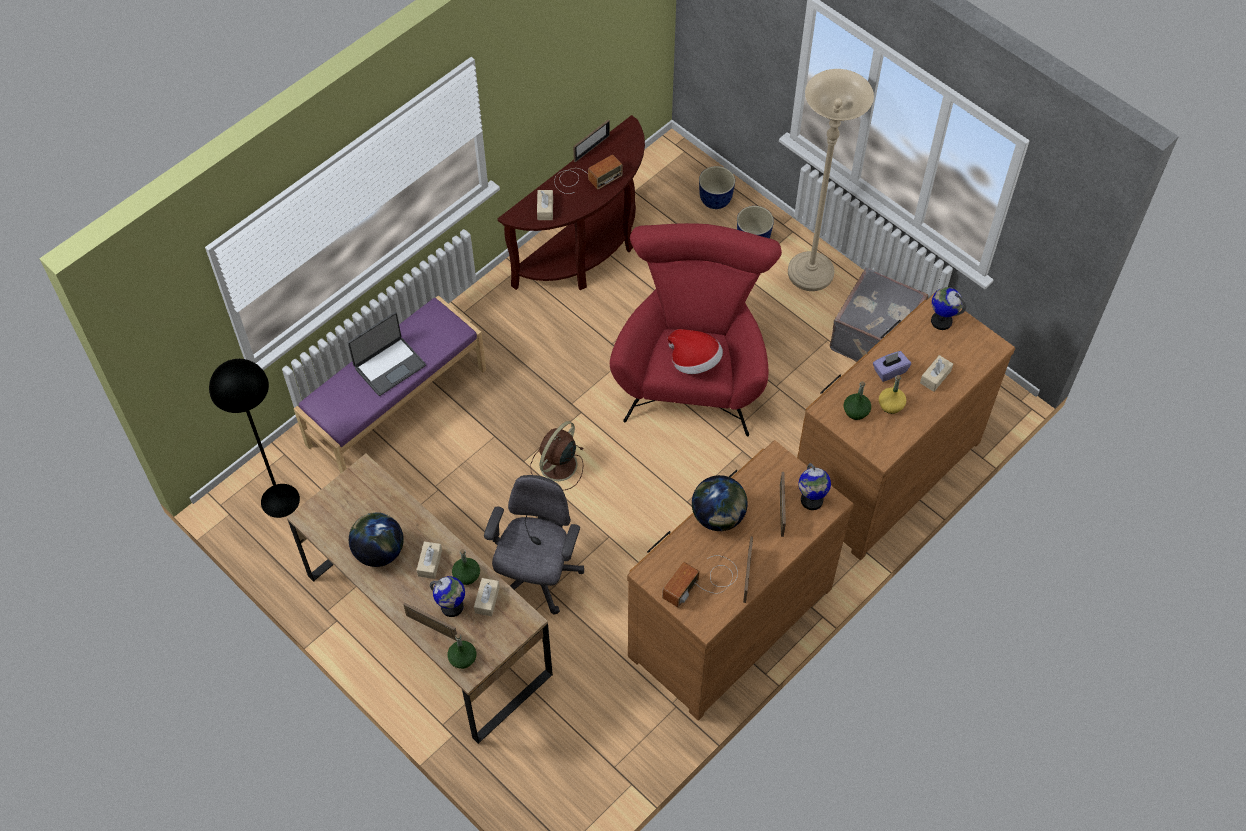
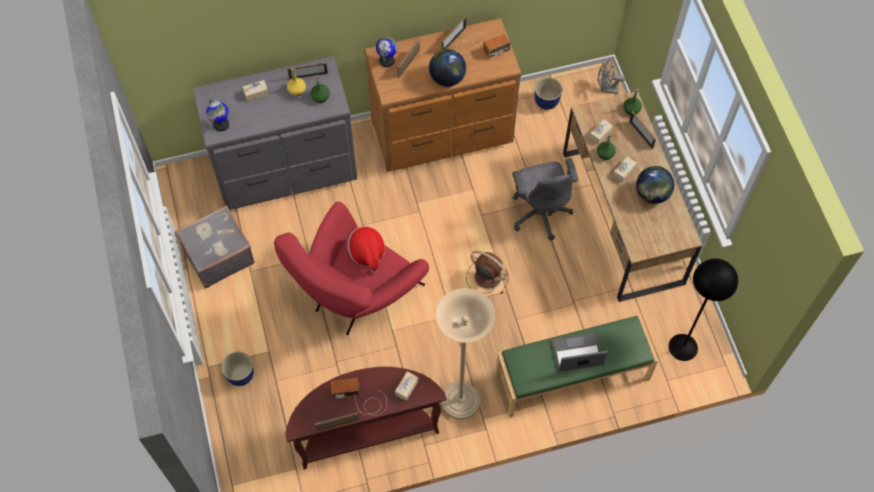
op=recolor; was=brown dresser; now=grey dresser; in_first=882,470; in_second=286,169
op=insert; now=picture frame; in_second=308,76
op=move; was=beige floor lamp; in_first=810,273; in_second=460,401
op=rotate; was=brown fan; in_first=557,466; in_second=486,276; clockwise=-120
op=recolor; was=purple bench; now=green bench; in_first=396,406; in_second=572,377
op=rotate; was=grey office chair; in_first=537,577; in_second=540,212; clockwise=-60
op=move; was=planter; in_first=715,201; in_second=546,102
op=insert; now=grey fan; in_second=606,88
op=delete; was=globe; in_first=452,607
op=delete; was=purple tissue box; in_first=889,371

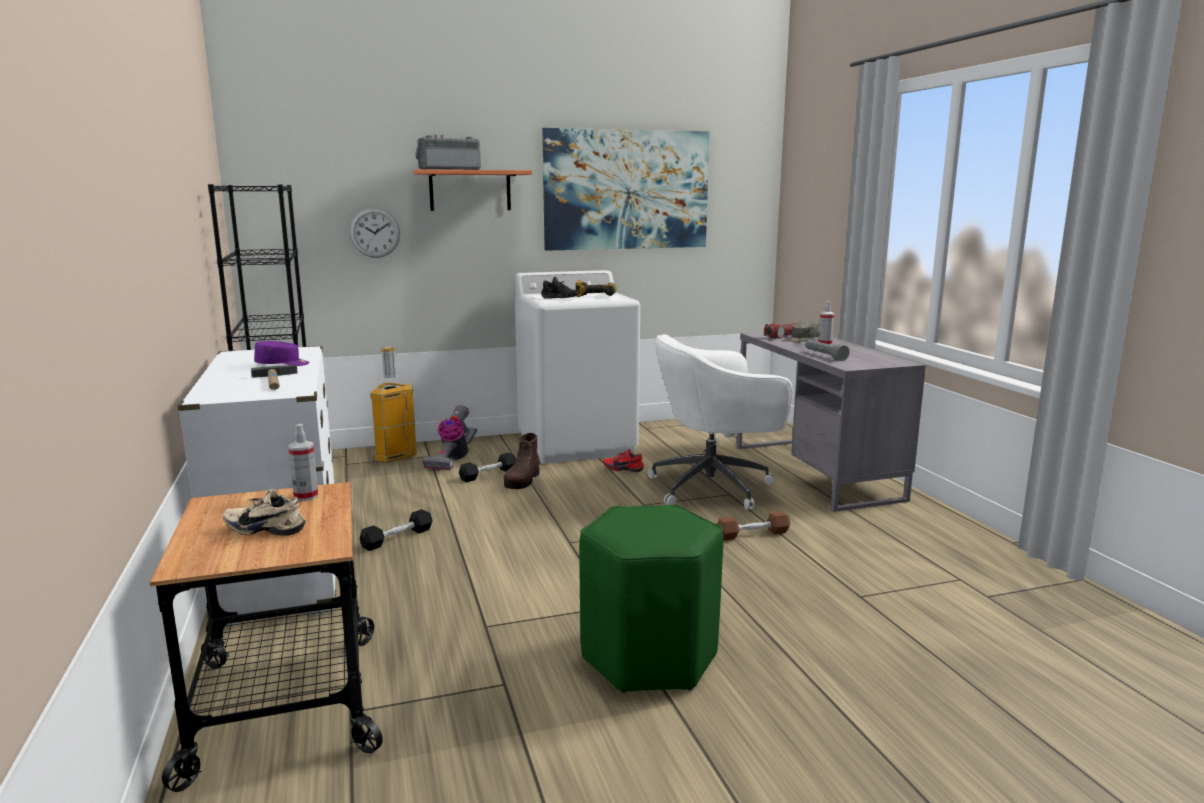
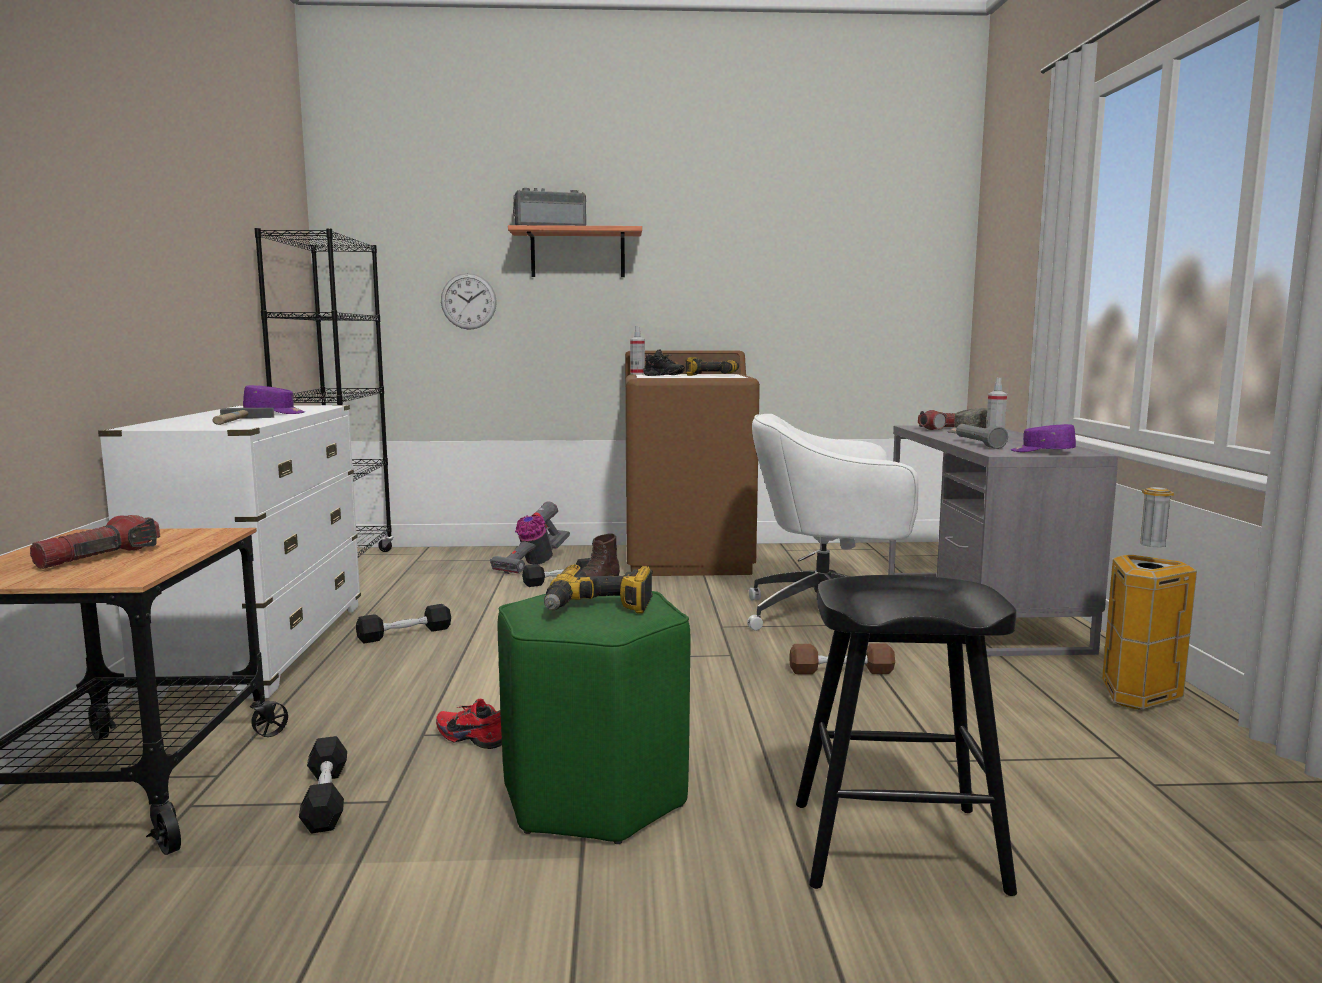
op=replace; was=beige shoe; now=flashlight; in_first=266,529; in_second=99,557
op=insert; now=black dumbbell; in_second=326,798
op=move; was=red shoe; in_first=623,469; in_second=473,737
op=insert; now=power drill; in_second=598,608
op=recolor; was=white washing machine; now=brown washing machine; in_first=577,444; in_second=688,560
op=move; was=spray bottle; in_first=306,496; in_second=637,374
op=insert; now=black stool; in_second=896,846
op=insert; now=purple cap; in_second=1042,451
op=move; was=trash can; in_first=394,457; in_second=1136,697
op=delete; was=picture; in_first=627,190

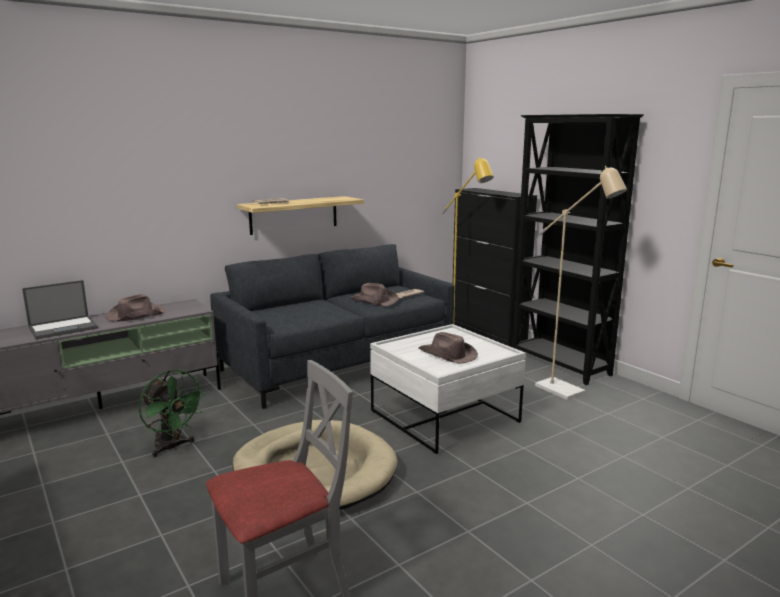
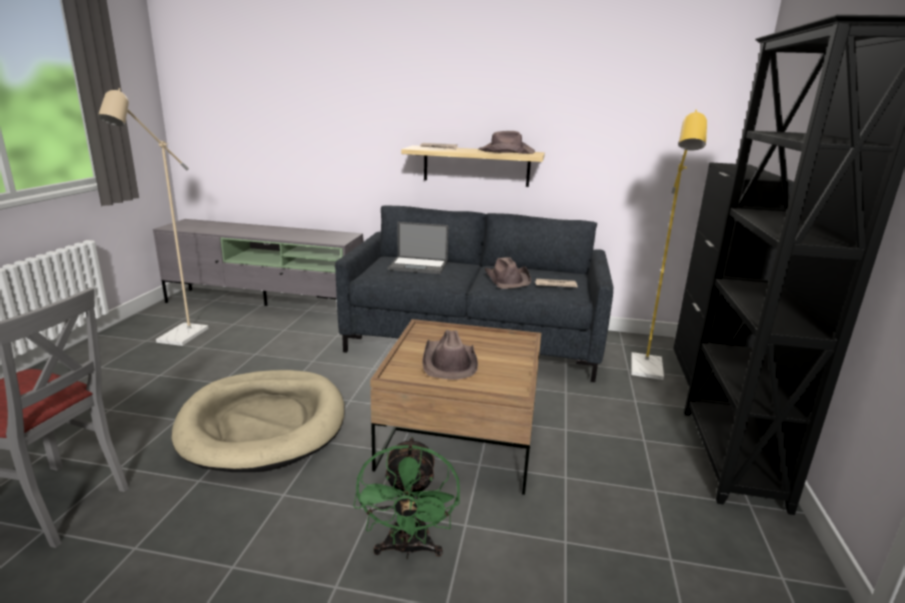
op=move; was=beige floor lamp; in_first=566,392; in_second=177,339
op=move; was=green fan; in_first=172,447; in_second=408,549
op=recolor; was=white coffee table; now=brown coffee table; in_first=444,416; in_second=460,439
op=move; was=laptop; in_first=64,328; in_second=419,266
op=move; was=brown hat; in_first=135,315; in_second=505,151

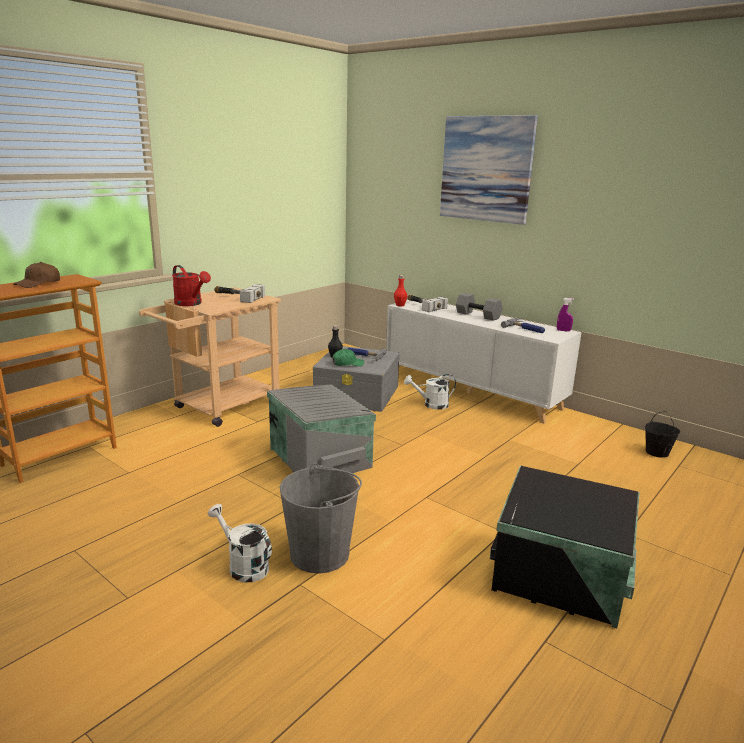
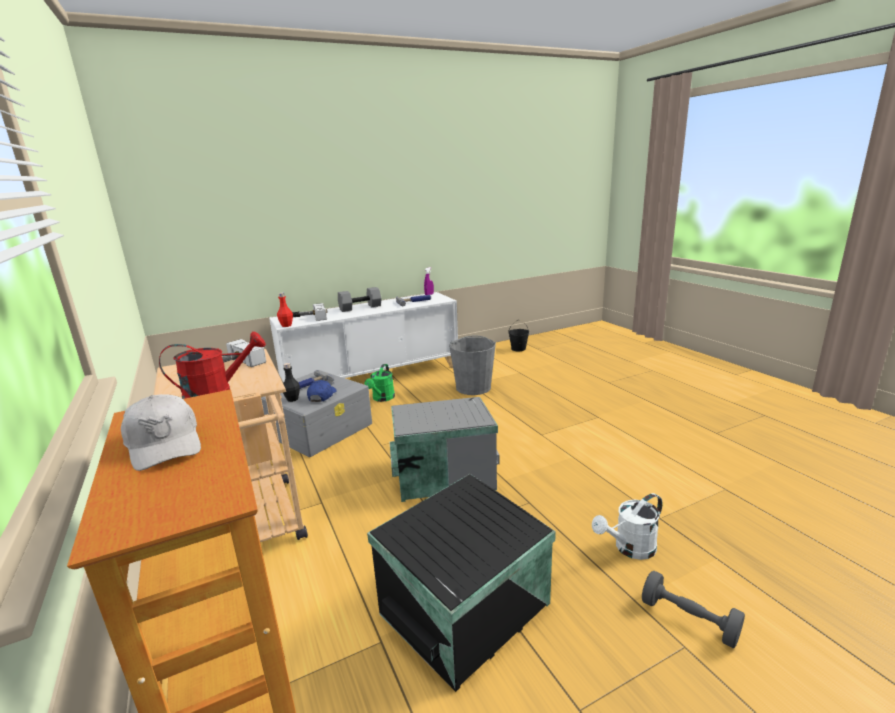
op=recolor; was=brown cap; now=white cap; in_first=38,283; in_second=165,444
op=recolor; was=green cap; now=blue cap; in_first=347,363; in_second=322,396
op=recolor; was=white watering can; now=green watering can; in_first=431,405; in_second=382,398
op=move; was=black storage box; in_first=560,579; in_second=468,609
op=move; was=grey bucket; in_first=320,554; in_second=473,387
op=insert; now=grey dumbbell; in_second=689,620
op=delete; was=picture; in_first=486,169

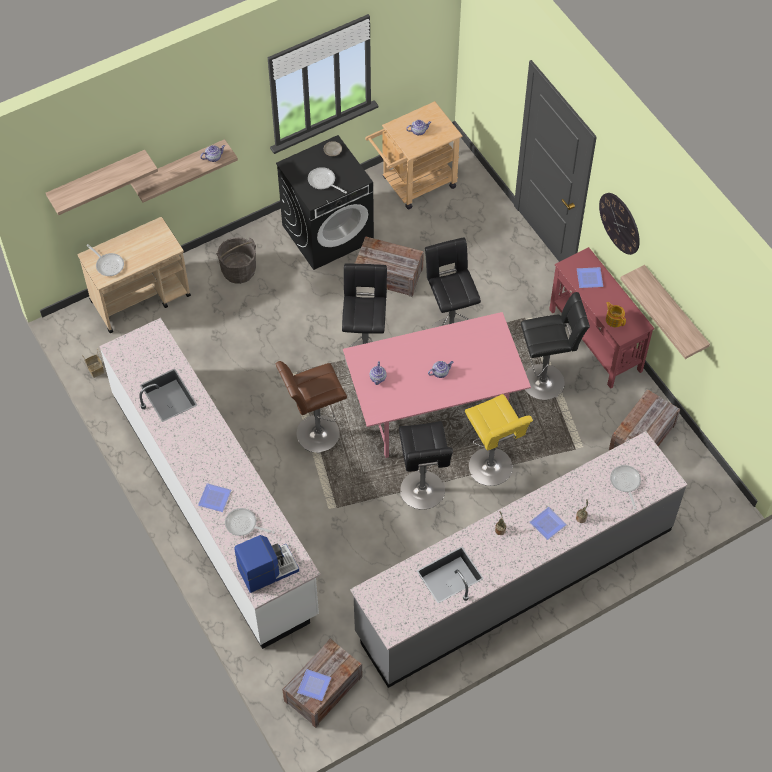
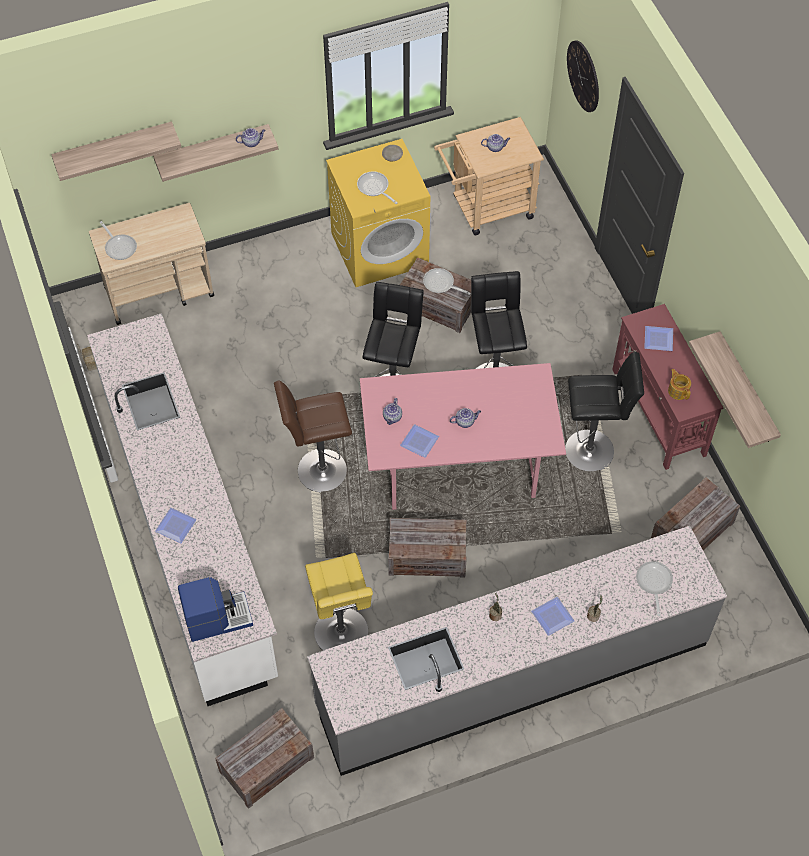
op=move; was=yellow stool; in_first=492,469; in_second=342,635
op=recolor; was=black washing machine; now=yellow washing machine; in_first=328,233; in_second=380,249
op=replace; was=black stool; now=crate; in_first=423,492; in_second=426,556
op=move; was=plate; in_first=315,686; in_second=420,443
op=move; was=frying pan; in_first=244,525; in_second=441,284
op=move; was=wall clock; in_first=620,223; in_second=583,76
op=delete; was=grey bucket; in_first=238,270

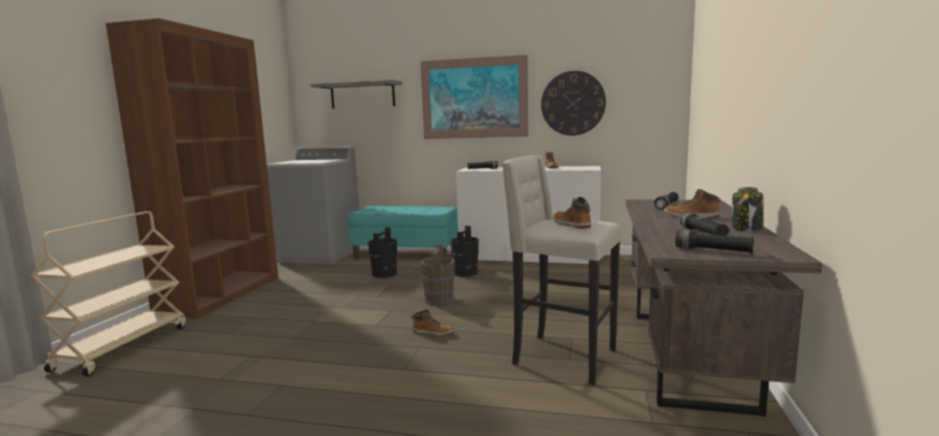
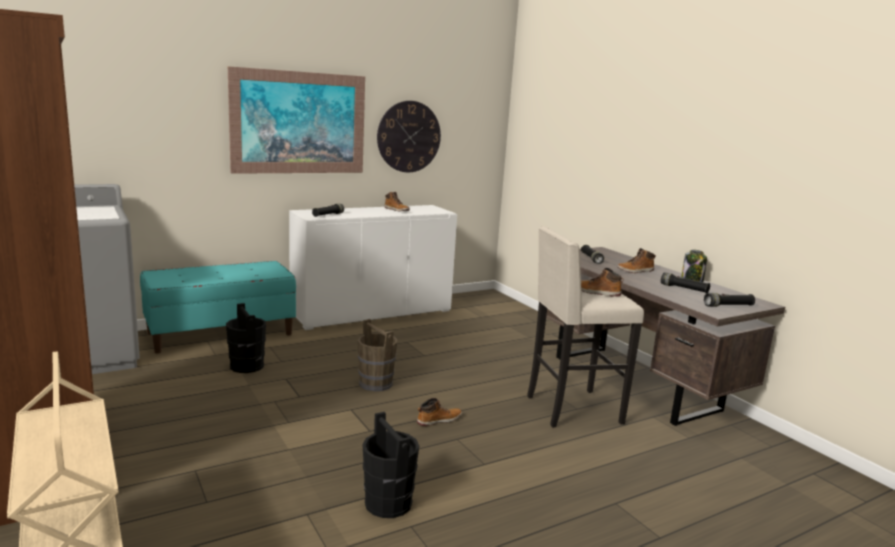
op=move; was=black bucket; in_first=465,273; in_second=388,503
op=delete; was=grey shelf; in_first=362,95

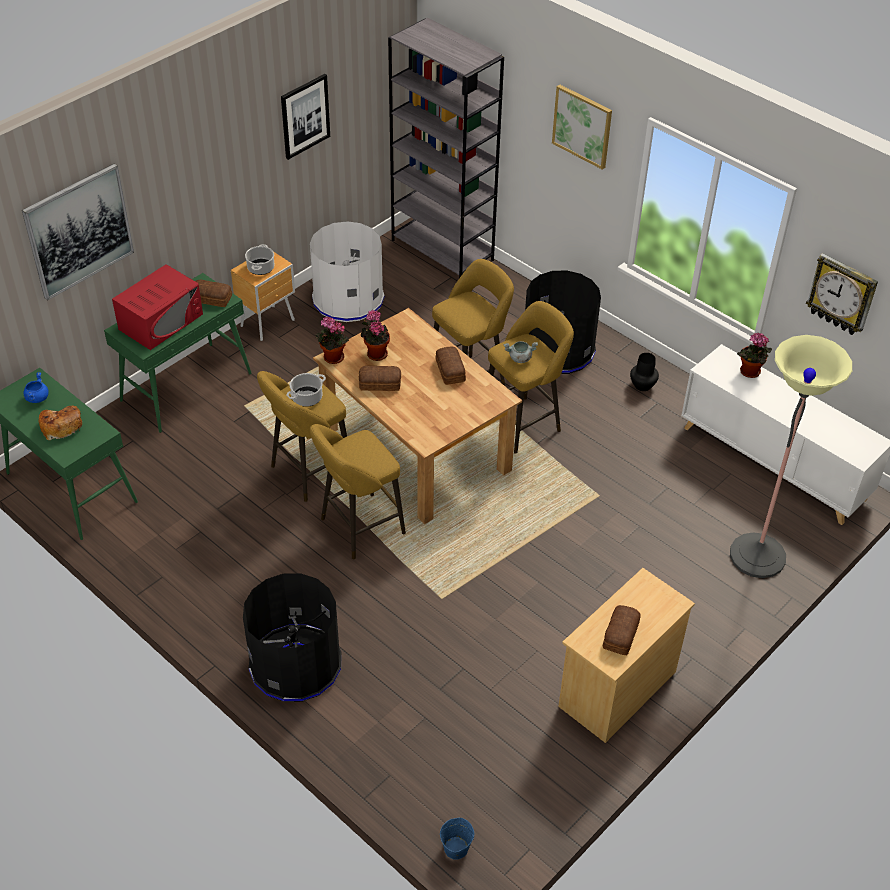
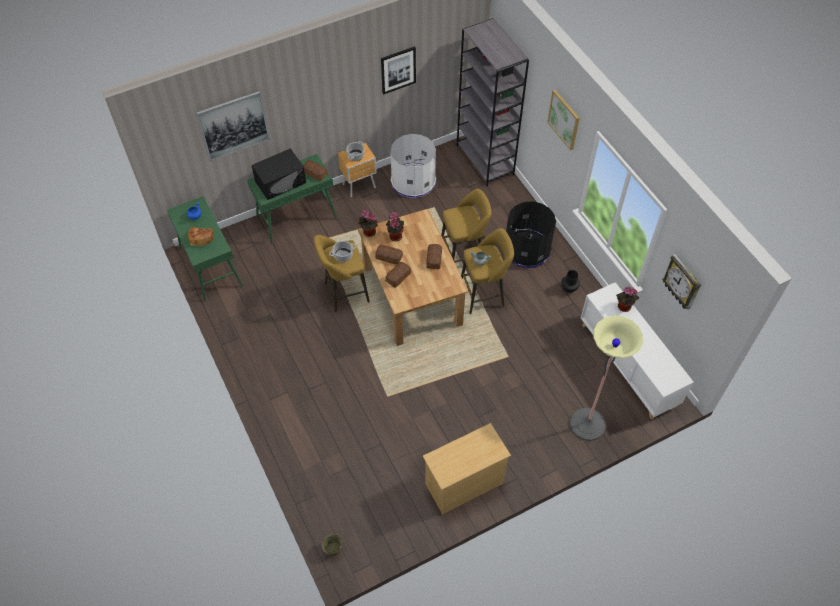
op=recolor; was=red microwave; now=black microwave; in_first=161,321; in_second=280,182
op=recolor; was=blue bucket; now=beige bucket; in_first=456,849; in_second=333,549
op=move; was=bread; in_first=619,635; in_second=397,277
op=delete; was=black trash can; in_first=295,664
op=delete; was=yellow stool; in_first=358,528

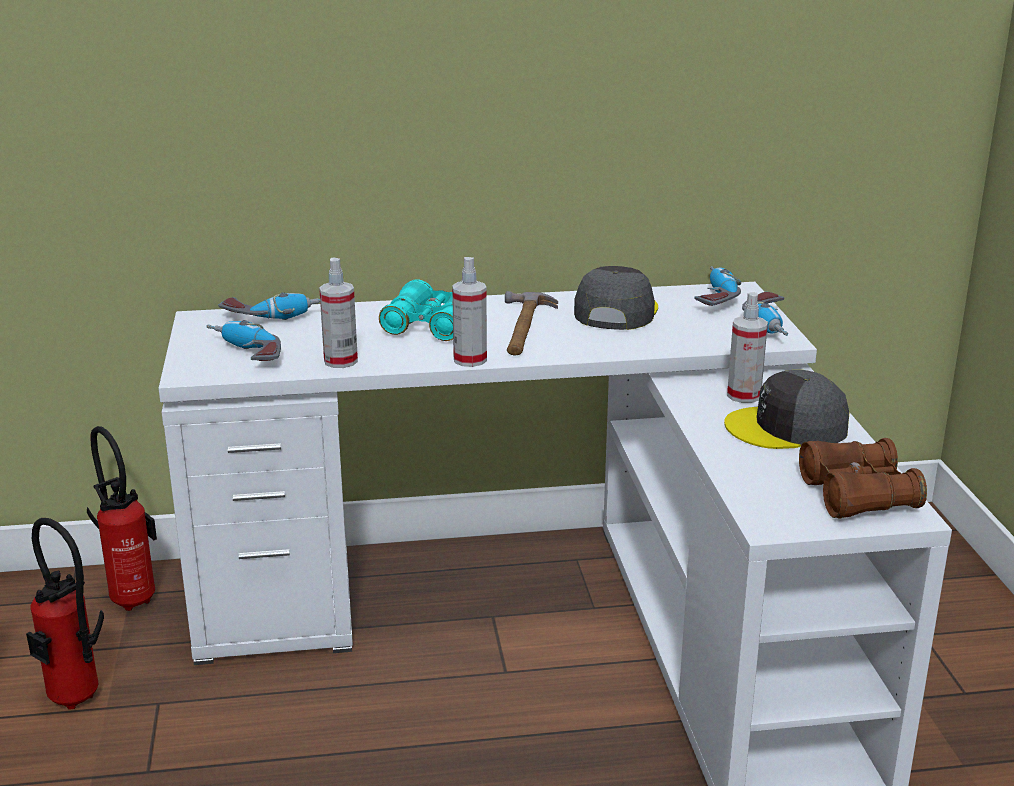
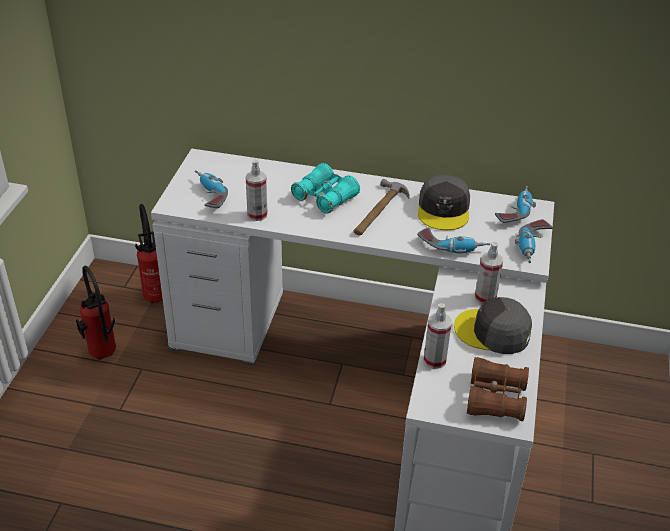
op=move; was=power drill; in_first=275,316; in_second=452,247
op=rotate; was=grey cap; in_first=615,311; in_second=444,209; clockwise=150
op=move; was=spray bottle; in_first=470,360; in_second=434,360

